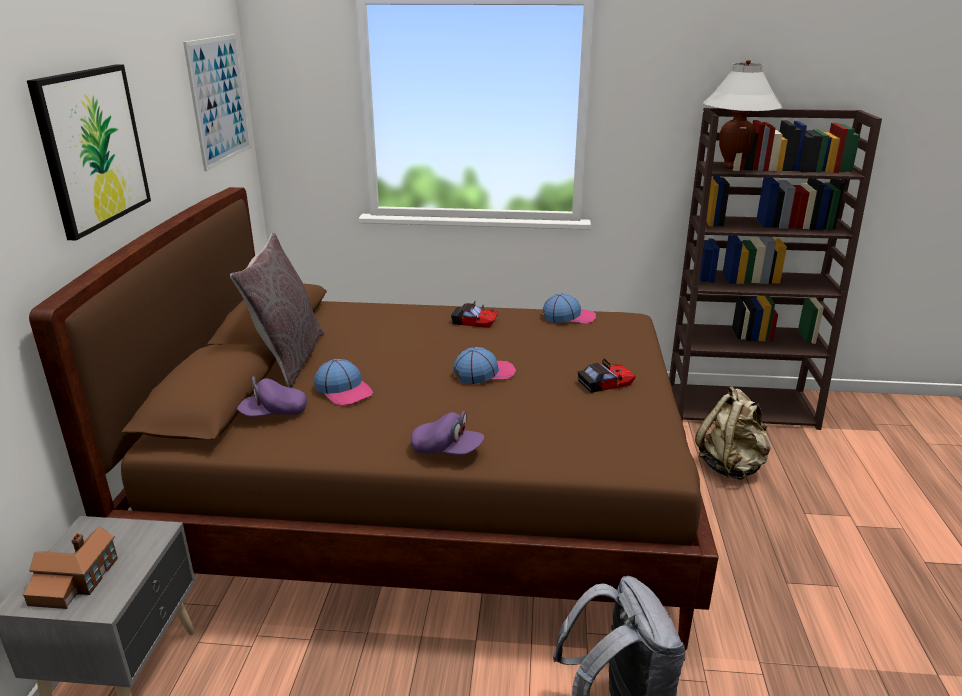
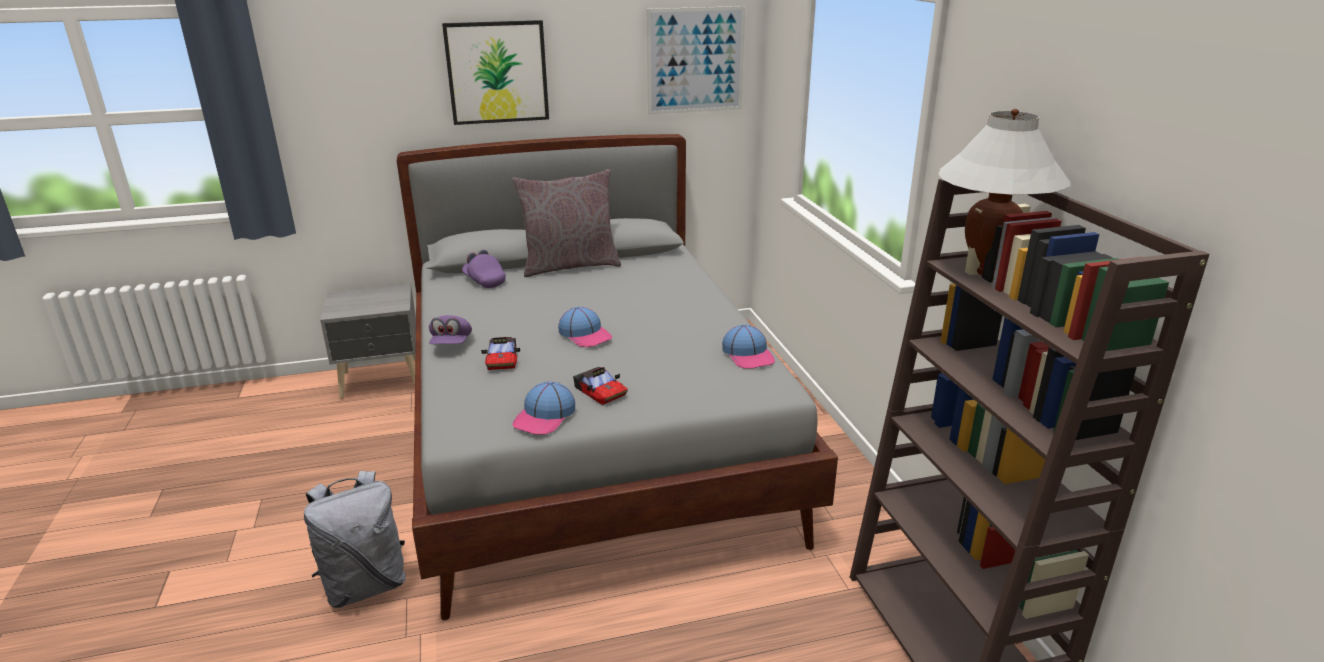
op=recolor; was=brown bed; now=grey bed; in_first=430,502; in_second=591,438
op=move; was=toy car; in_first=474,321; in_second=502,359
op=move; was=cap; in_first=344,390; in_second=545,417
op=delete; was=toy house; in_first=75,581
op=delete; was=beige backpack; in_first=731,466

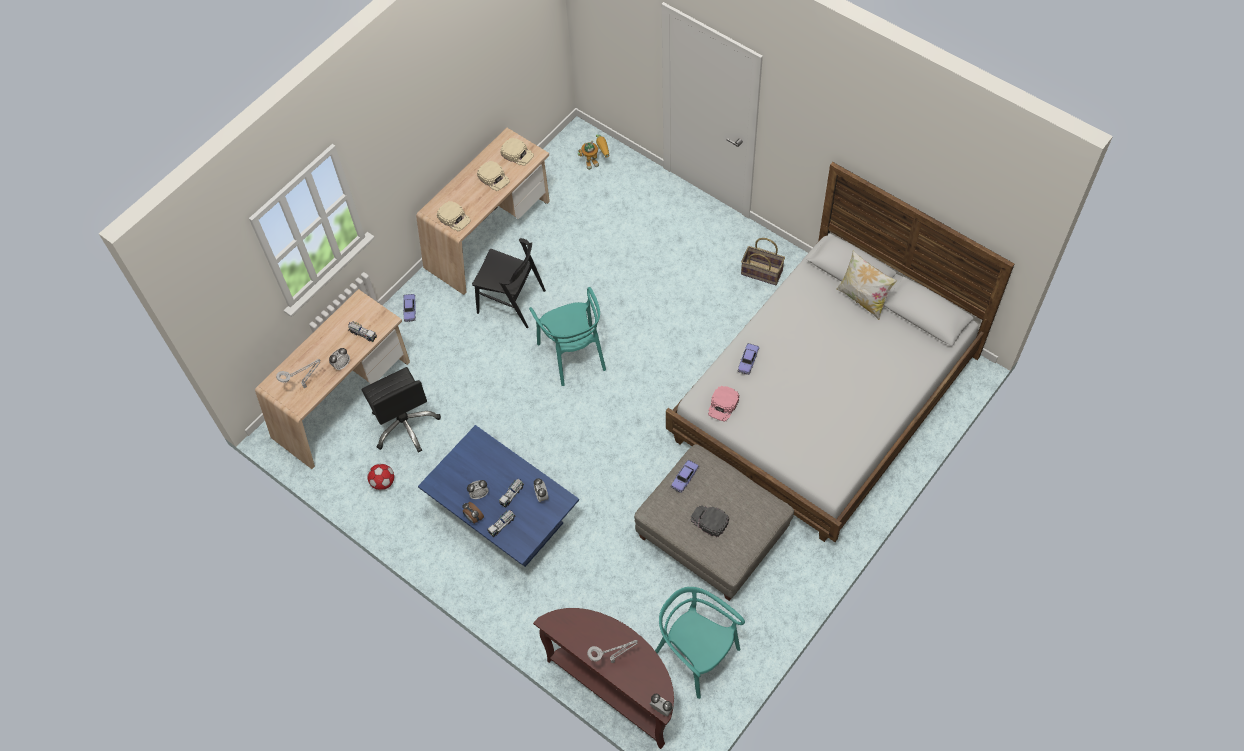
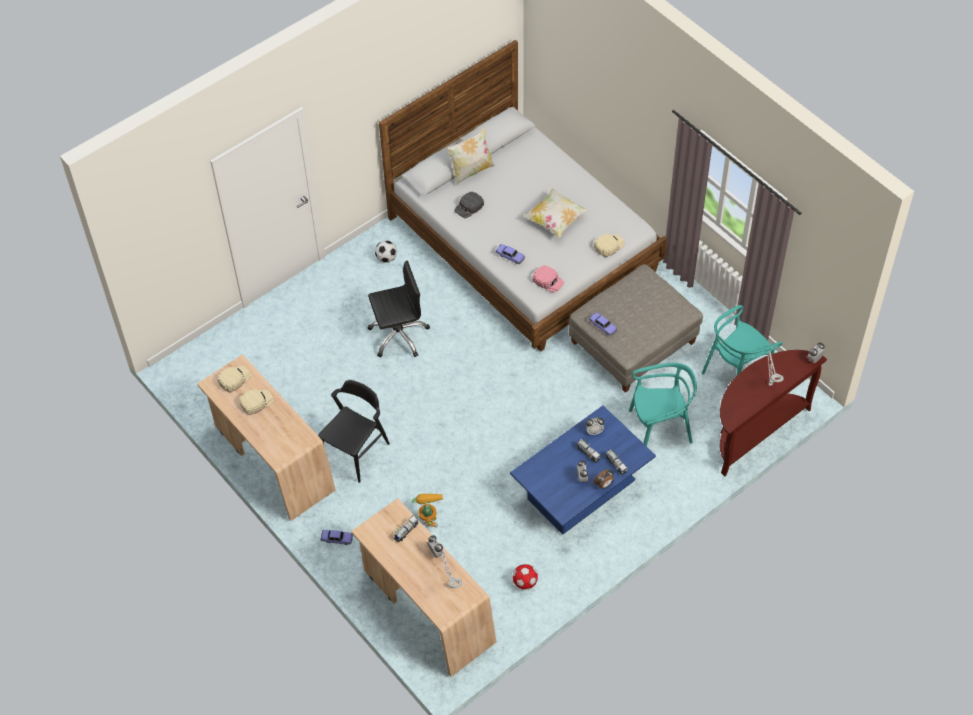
op=move; was=black office chair; in_first=405,424; in_second=398,335
op=replace; was=basket; now=football; in_first=762,272; in_second=386,258
op=move; was=toy robot; in_first=596,161; in_second=428,518
op=move; was=black cap; in_first=709,521; in_second=469,207
op=insert; now=pillow; in_second=555,220
op=move; was=beige cap; in_first=454,218; in_second=609,245
op=move; was=turquoise chair; in_first=573,354; in_second=659,429

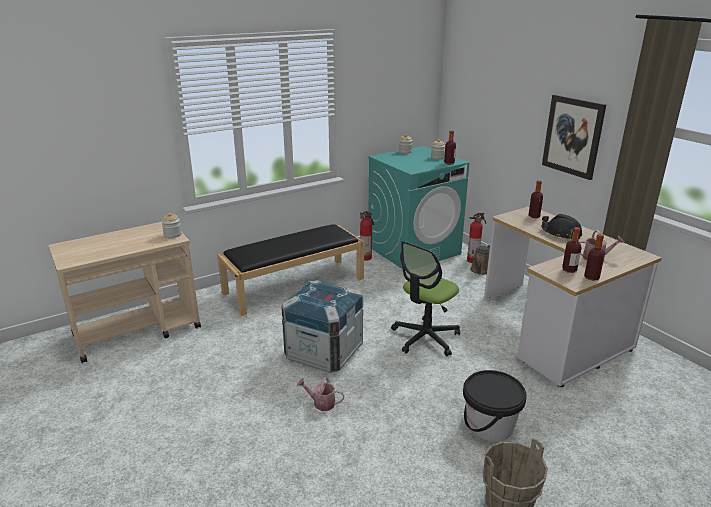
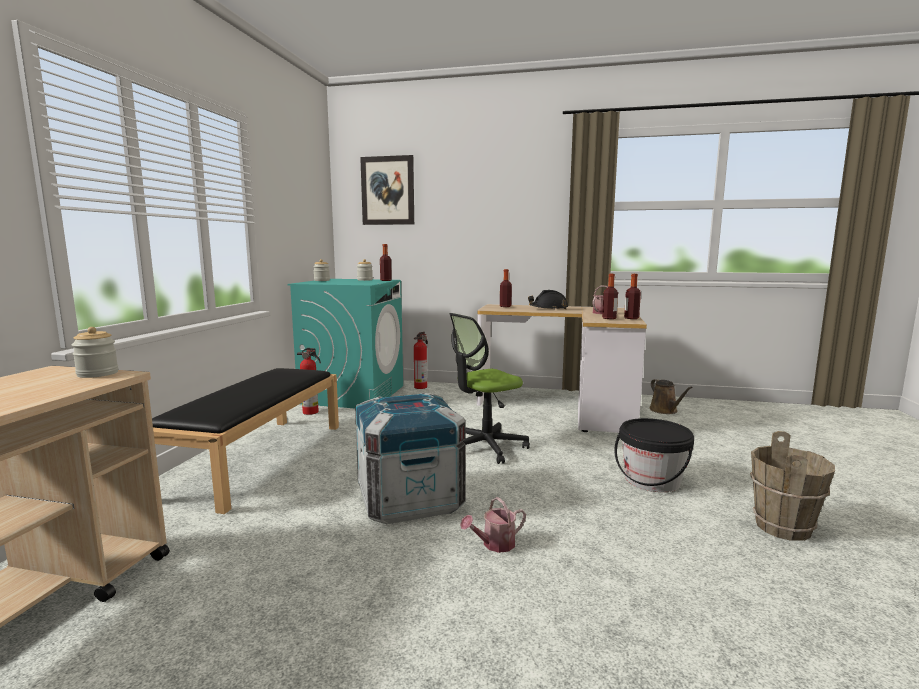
op=move; was=picture; in_first=573,136; in_second=388,191
op=rotate; was=office chair; in_first=425,338; in_second=485,446; clockwise=60
op=move; was=brown watering can; in_first=480,270; in_second=665,411

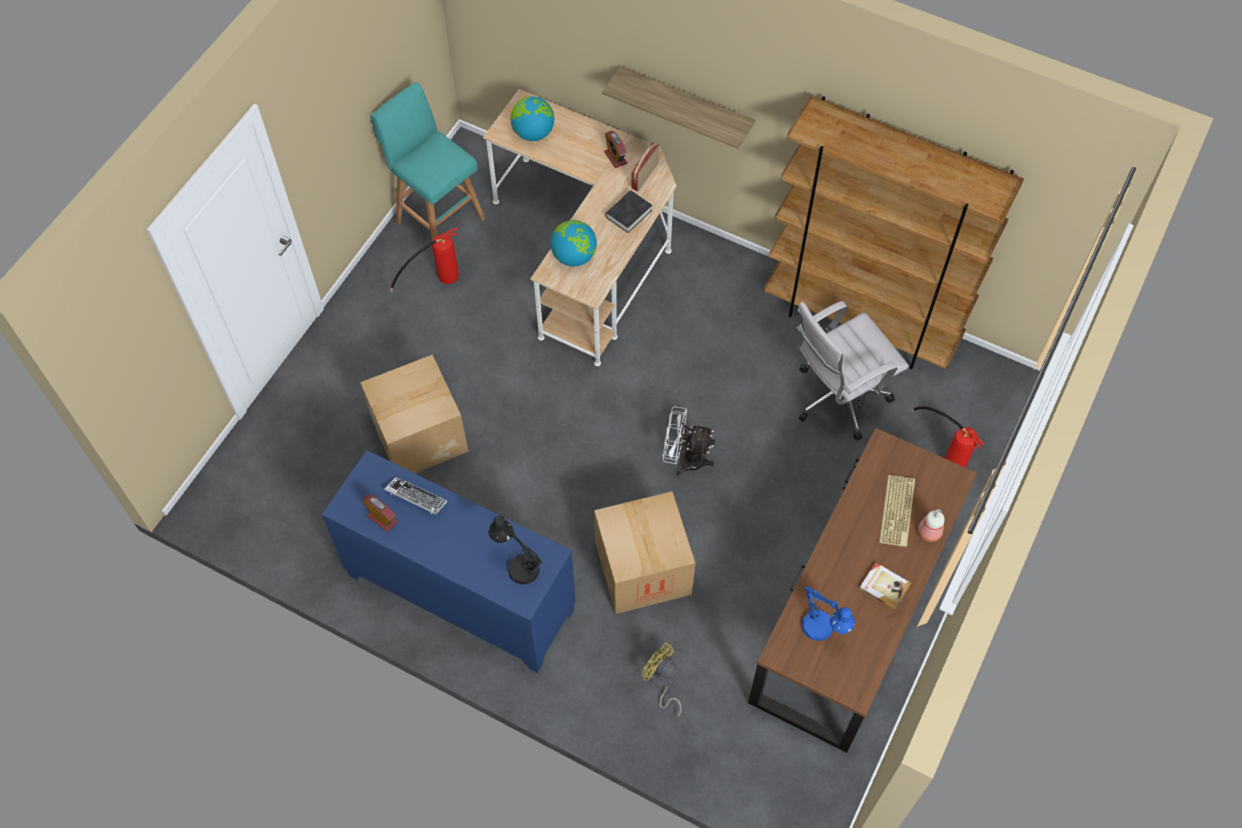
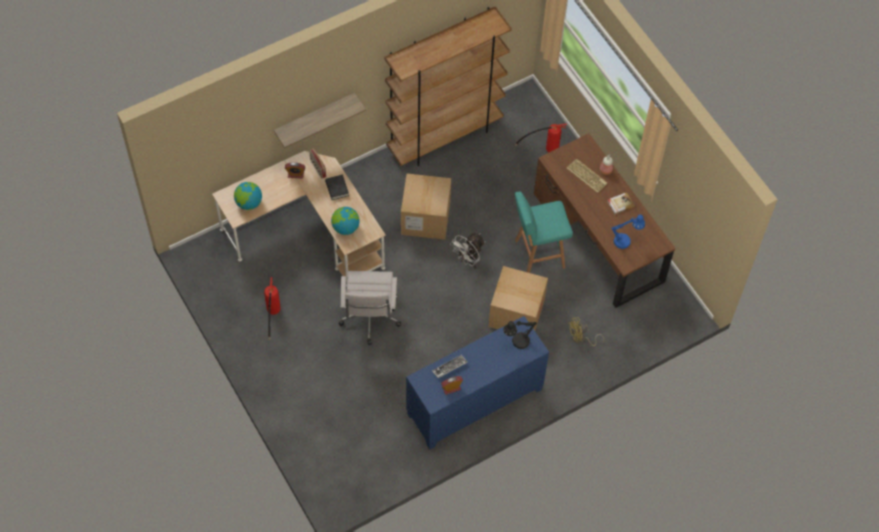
op=move; was=white office chair; in_first=836,399; in_second=369,320
op=move; was=cardboard box; in_first=419,435; in_second=425,218
op=move; was=turquoise stool; in_first=438,219; in_second=537,254

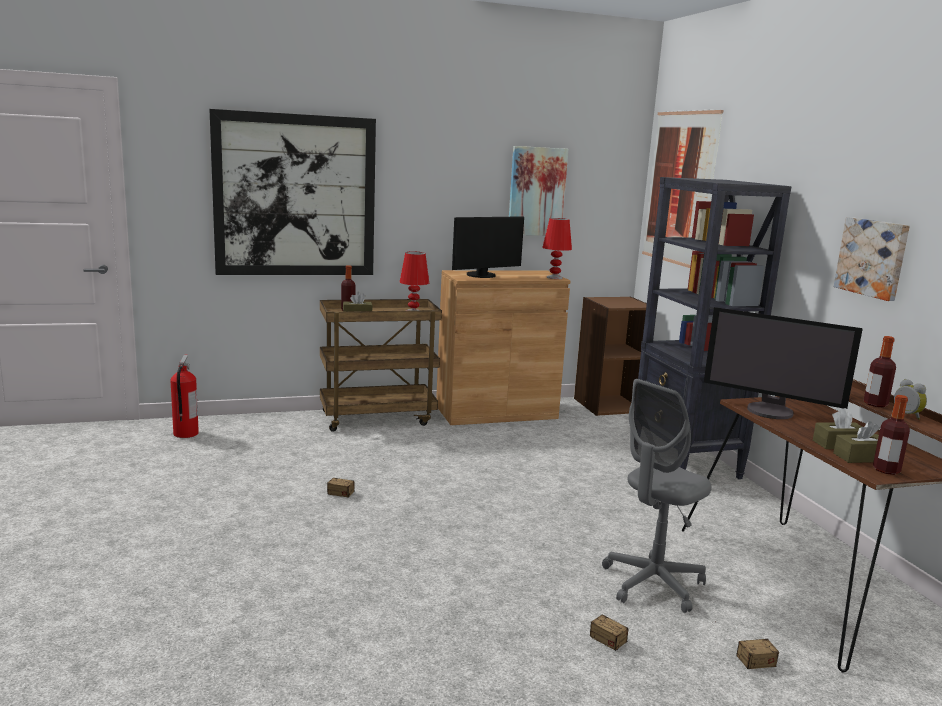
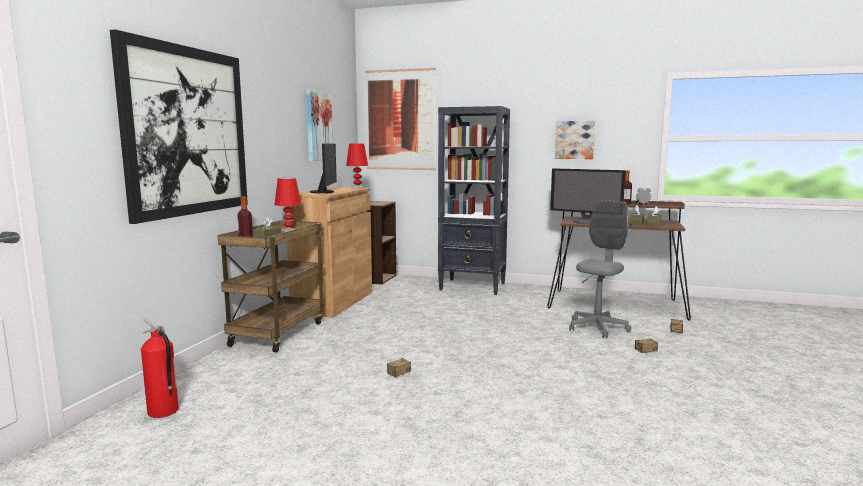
op=rotate; was=monitor; in_first=771,411; in_second=585,222; clockwise=60
op=rotate; was=grey office chair; in_first=652,584; in_second=597,328; clockwise=-135
op=delete; was=bottle; in_first=886,470

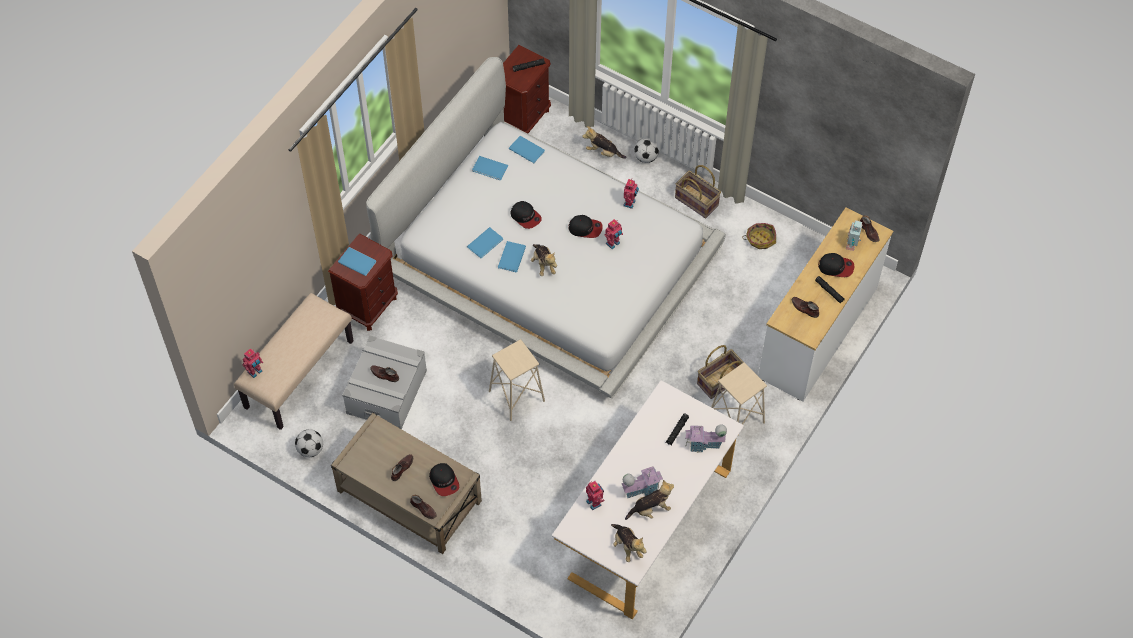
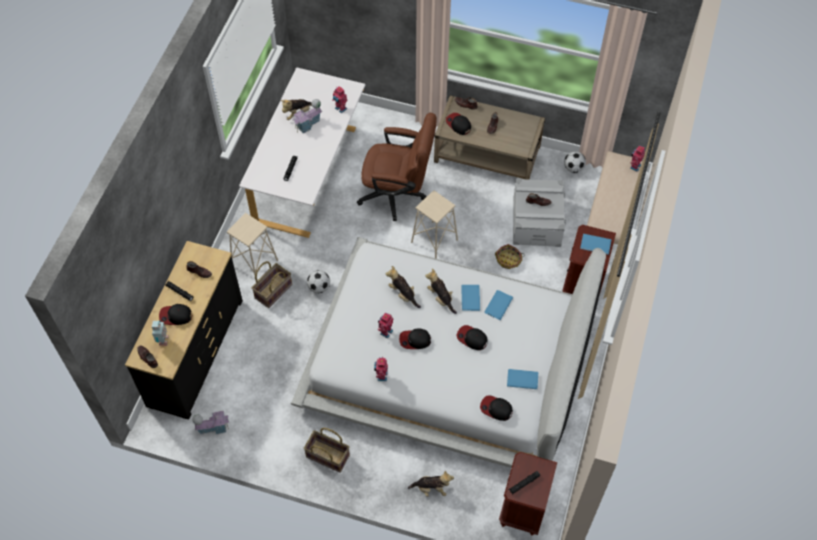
op=recolor; was=white dresser; now=black dresser; in_first=818,333; in_second=195,352
op=move; was=toy house; in_first=704,445; in_second=214,427
op=move; was=football; in_first=646,157; in_second=319,287
op=insert; now=brown office chair; in_second=398,195
op=move; was=plush toy; in_first=627,546; in_second=403,294
op=replace; was=blue book; now=cap; in_first=526,149; in_second=496,409
op=move; was=basket; in_first=760,239; in_second=508,260

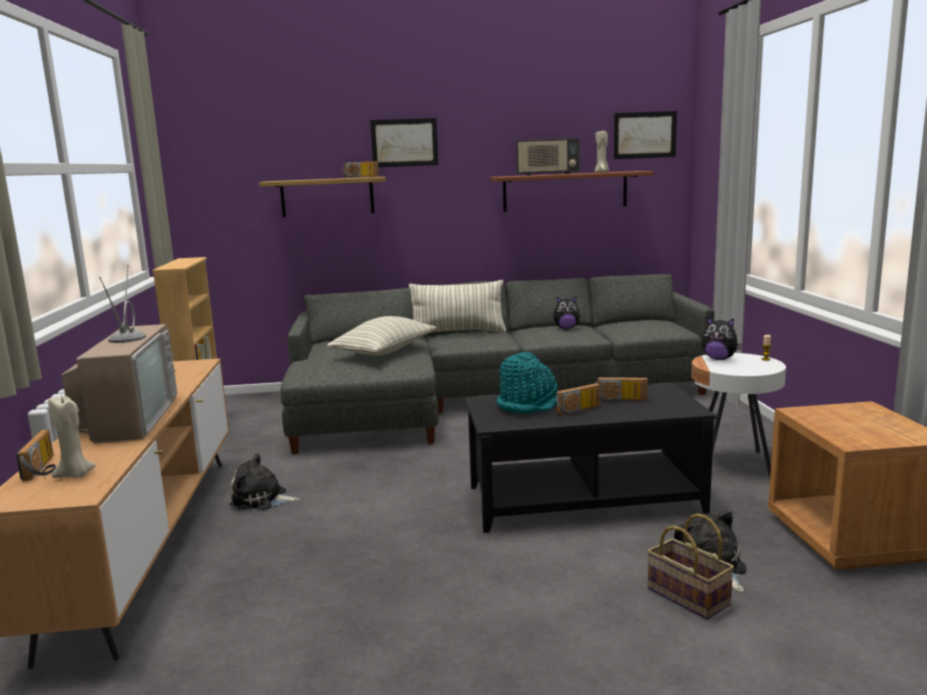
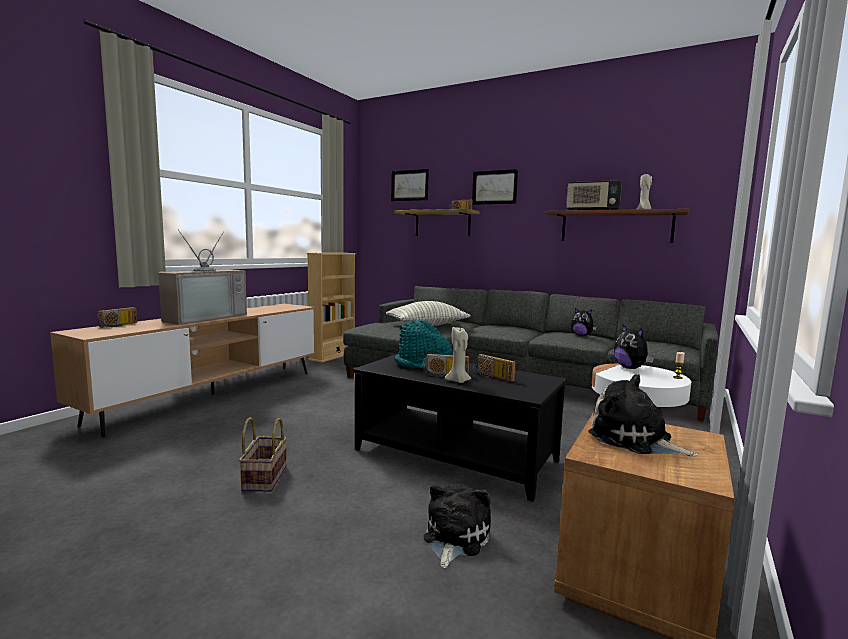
op=move; was=basket; in_first=685,596; in_second=264,477
op=move; was=picture; in_first=644,135; in_second=409,185
op=move; was=beige candle; in_first=75,475; in_second=458,381
op=move; was=plush toy; in_first=262,500; in_second=634,439
op=delete; was=pillow; in_first=458,333

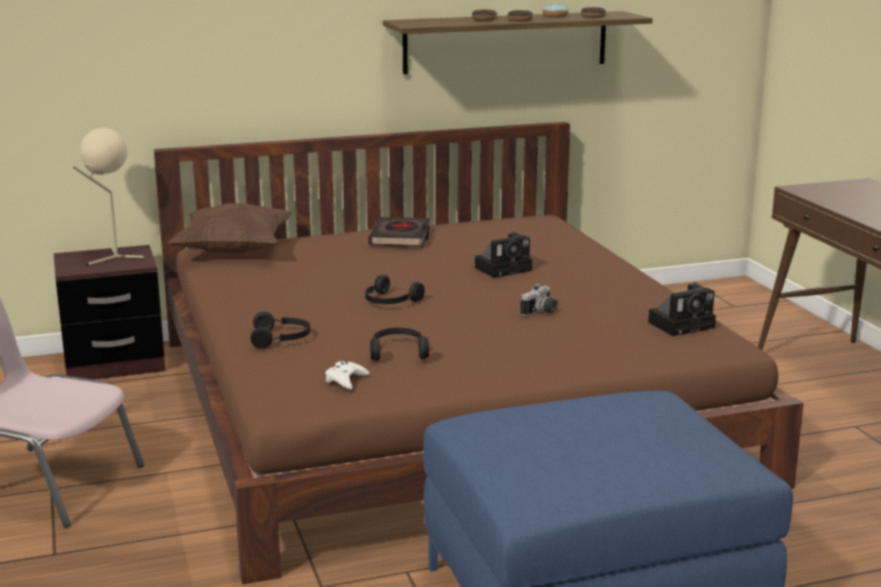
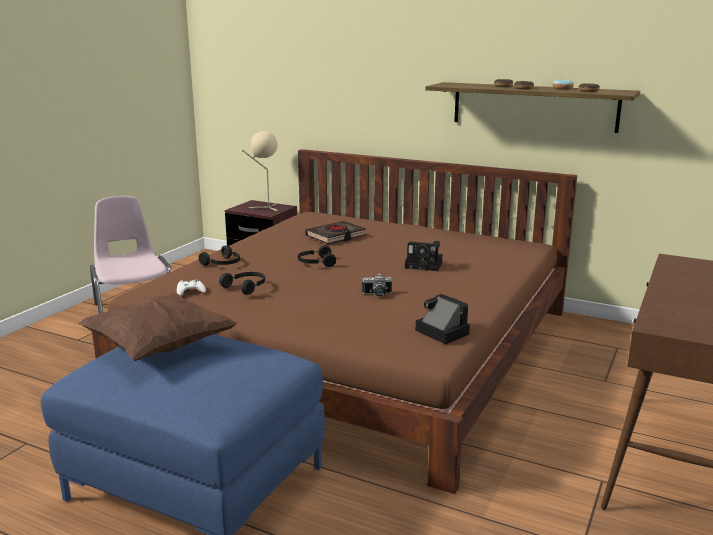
op=move; was=brown pillow; in_first=233,251; in_second=160,348
op=move; was=black book; in_first=401,238; in_second=336,236
op=rotate; was=photo camera; in_first=683,324; in_second=440,332; clockwise=-150

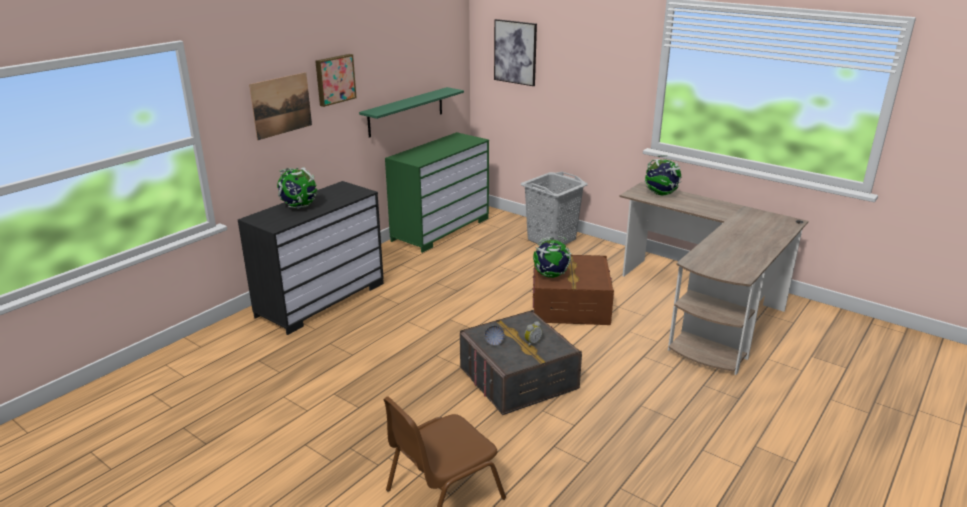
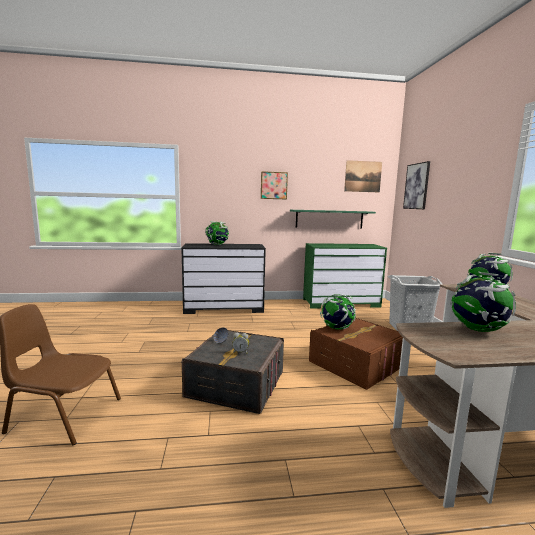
op=move; was=picture; in_first=281,105; in_second=363,176
op=insert; now=globe; in_second=478,330

